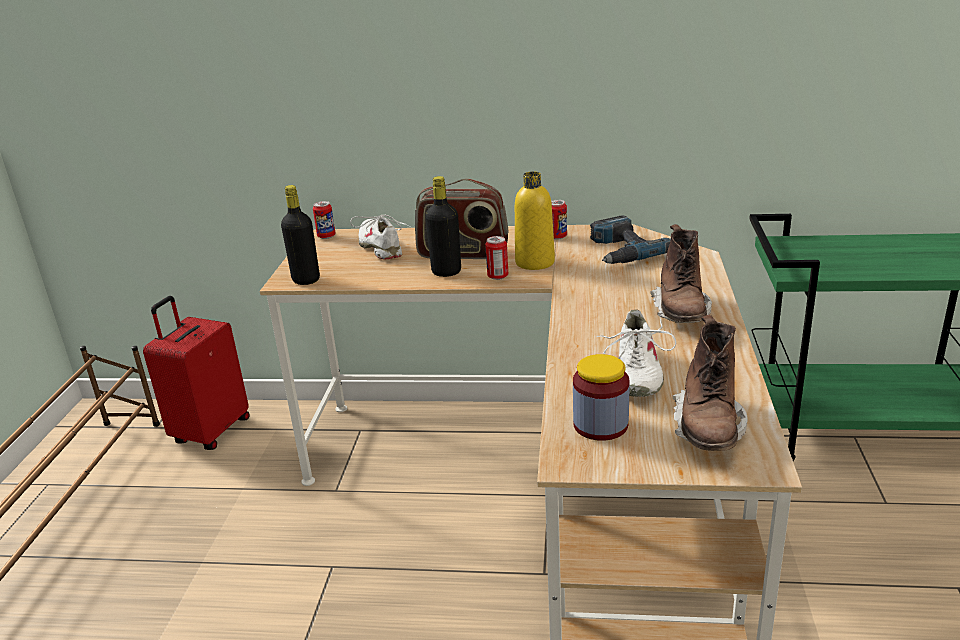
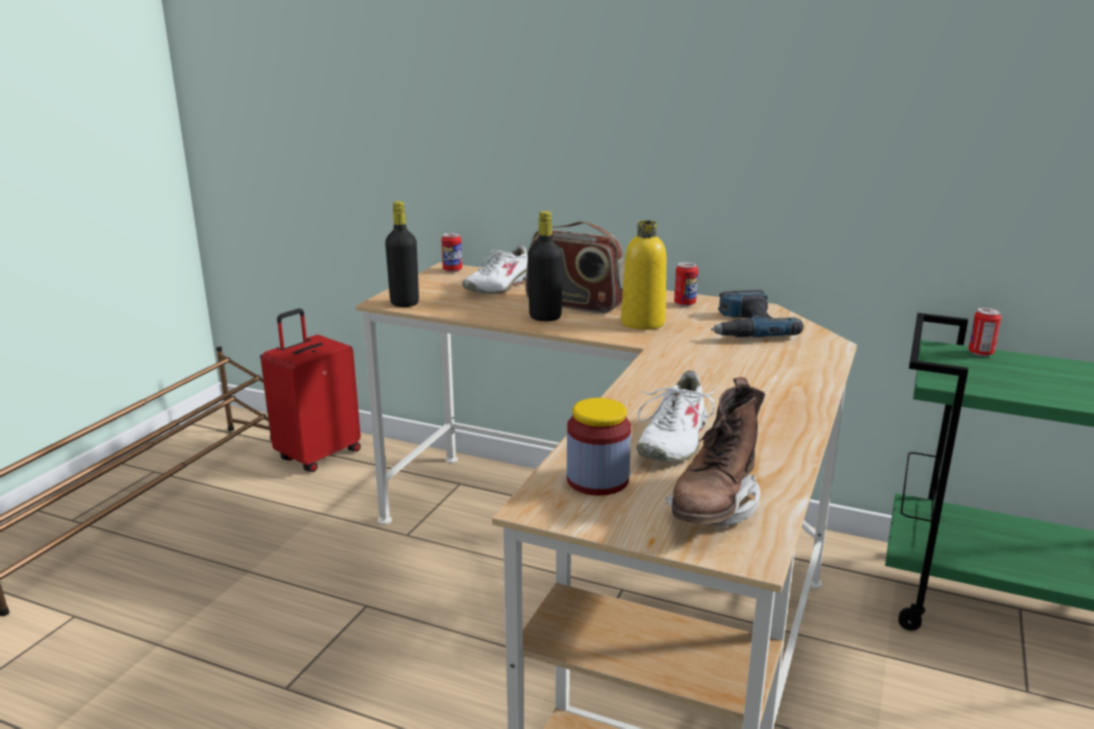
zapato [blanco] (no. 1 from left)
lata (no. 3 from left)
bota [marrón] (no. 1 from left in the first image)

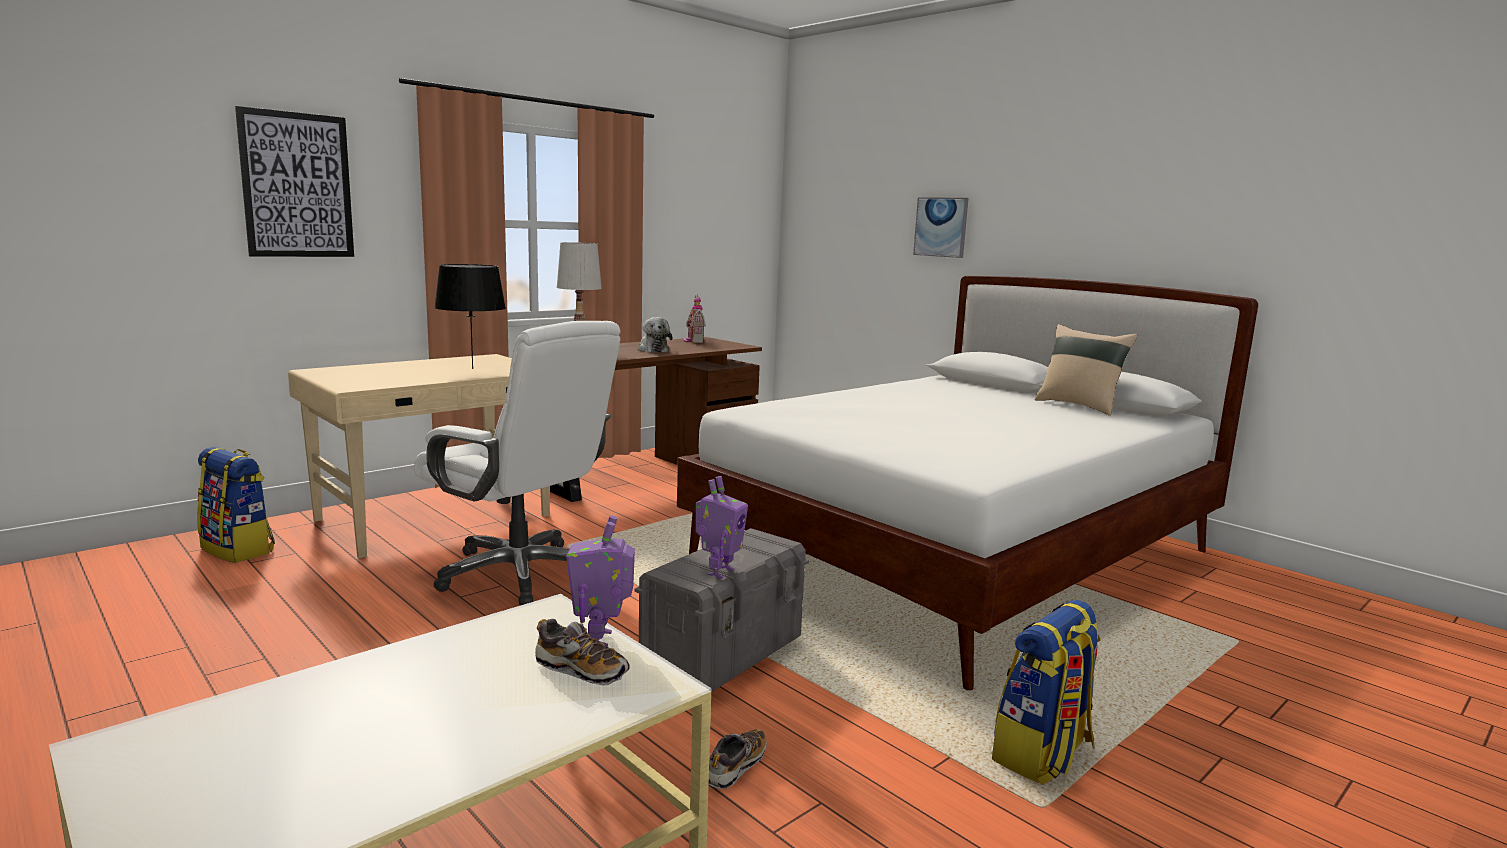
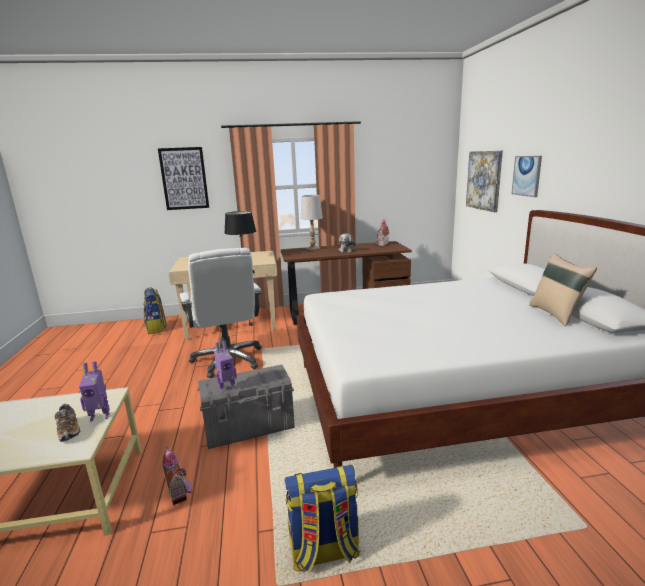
robot de juguete (no. 1 from left)
casita (no. 1 from left)
cuadro (no. 2 from left)

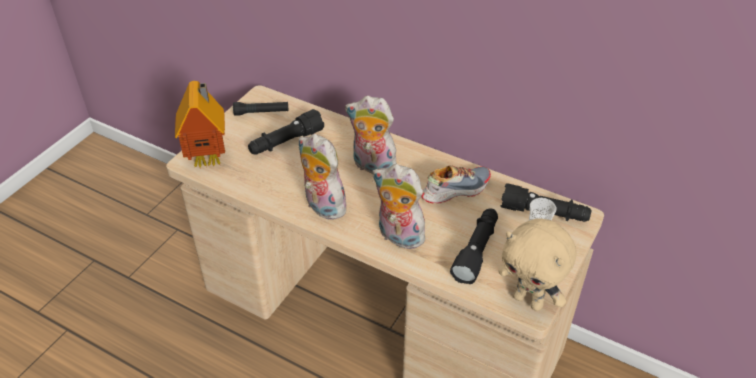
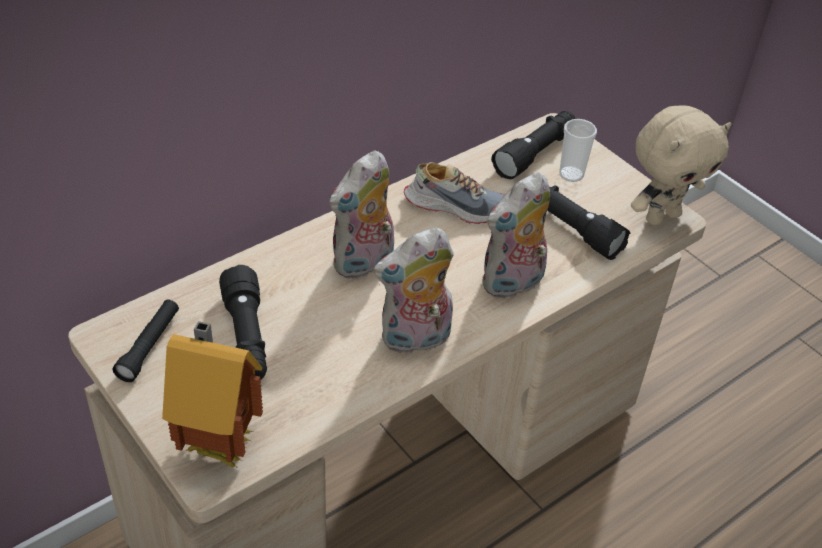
zapato

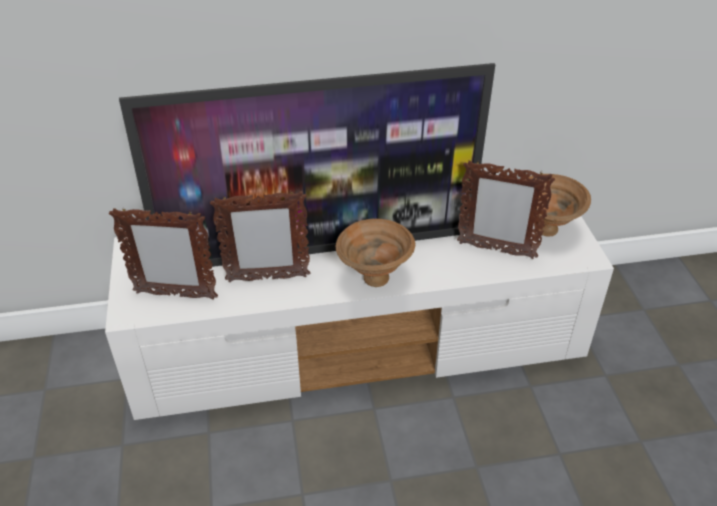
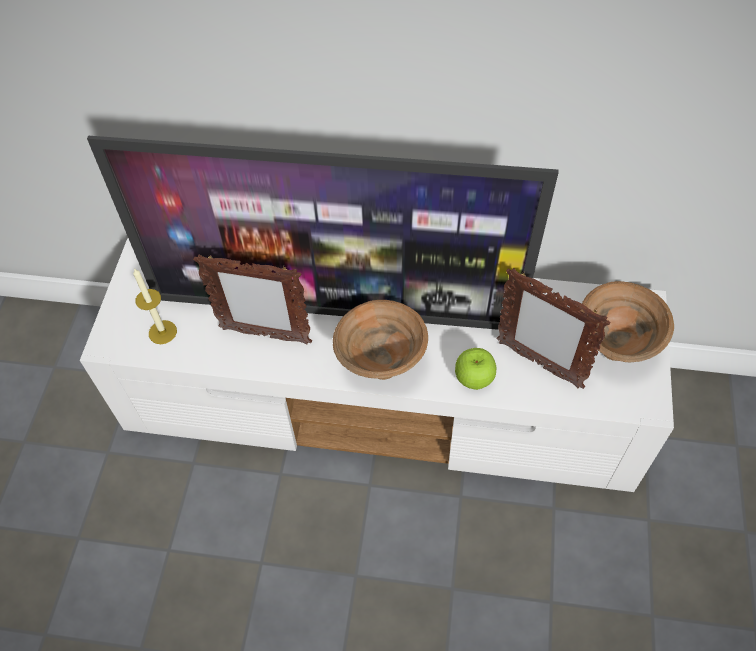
vela
manzana

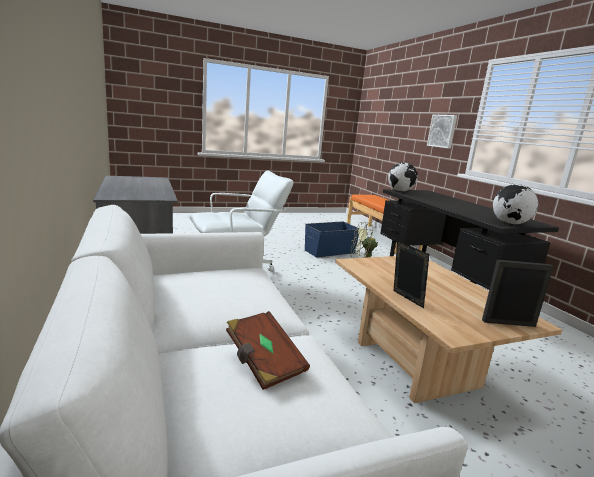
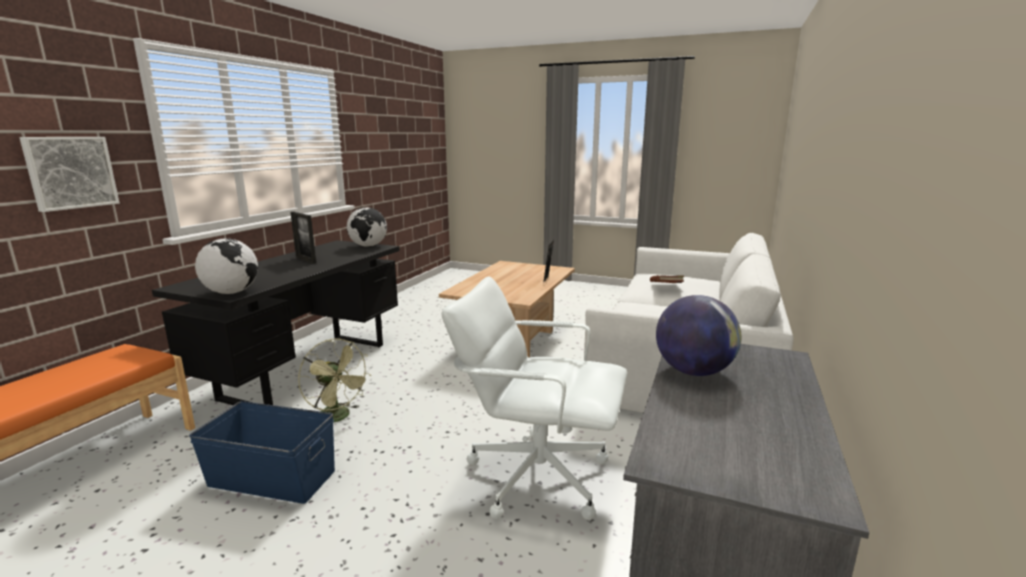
portarretratos (no. 1 from left)
globo terráqueo (no. 3 from left)

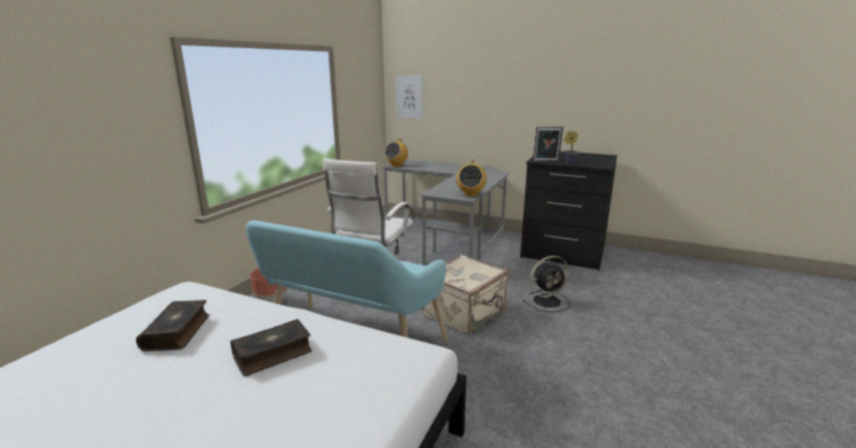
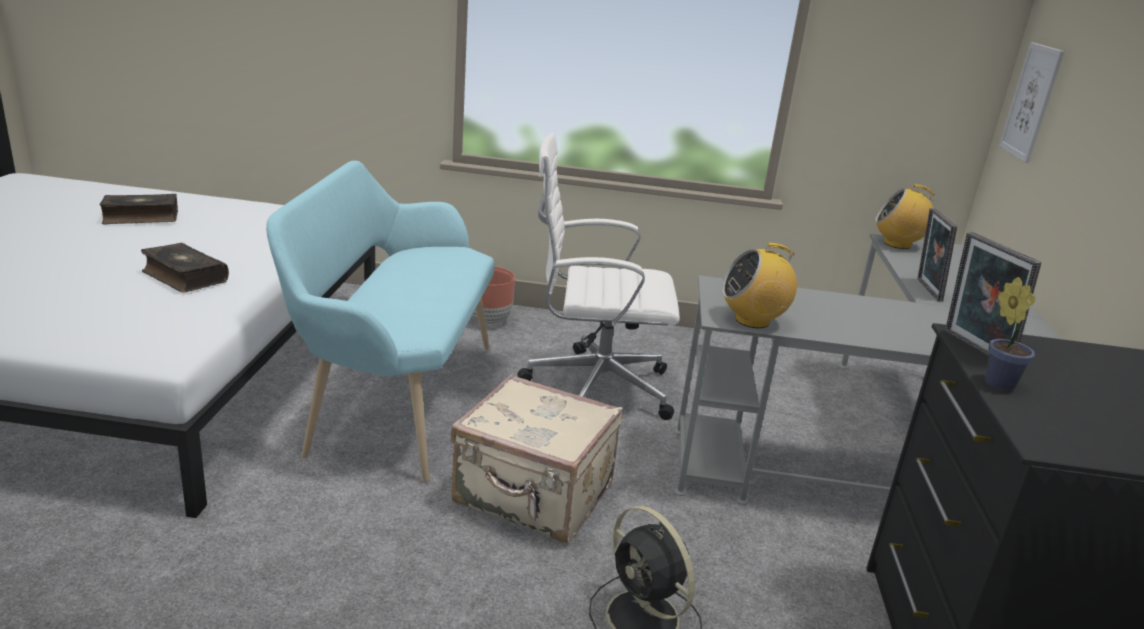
libro (no. 1 from left)
portarretratos (no. 1 from left)

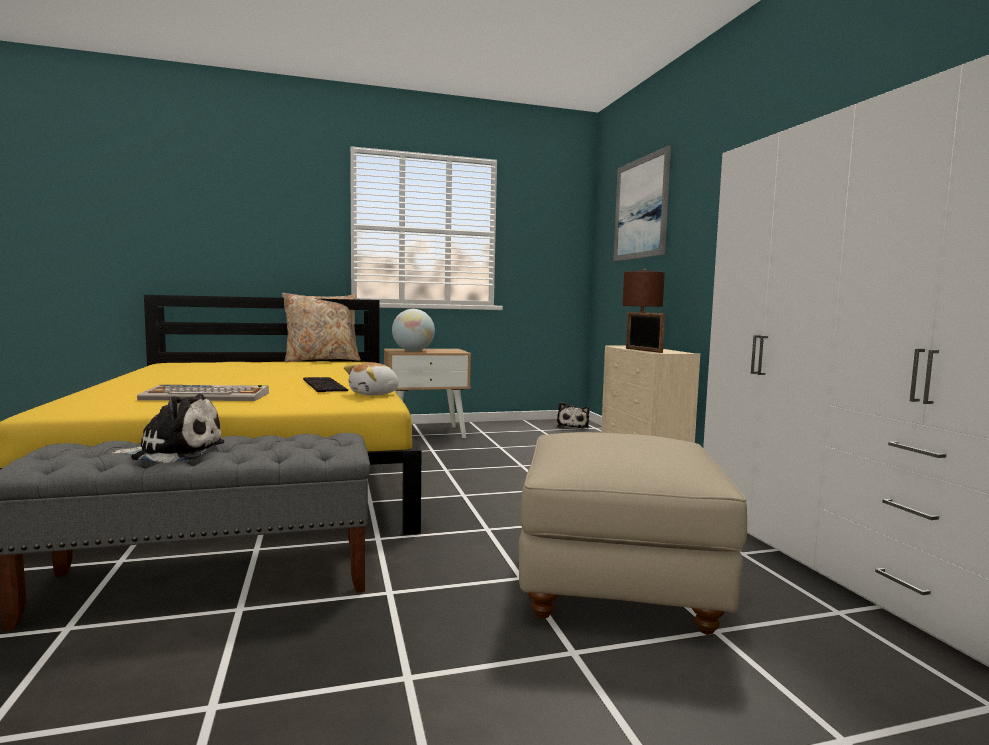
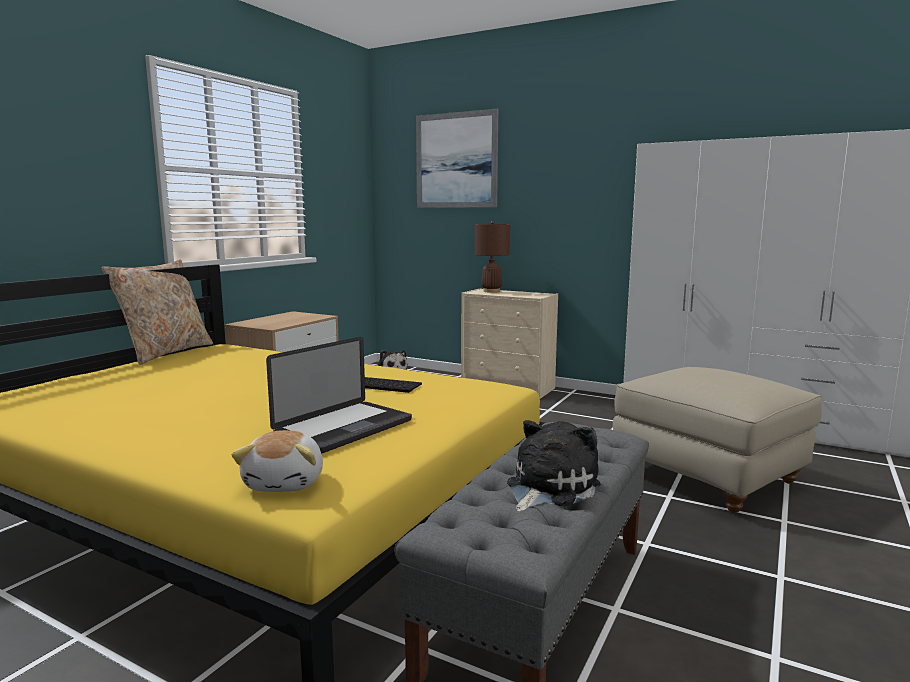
portátil
peluche (no. 1 from left)
globo terráqueo
portarretratos

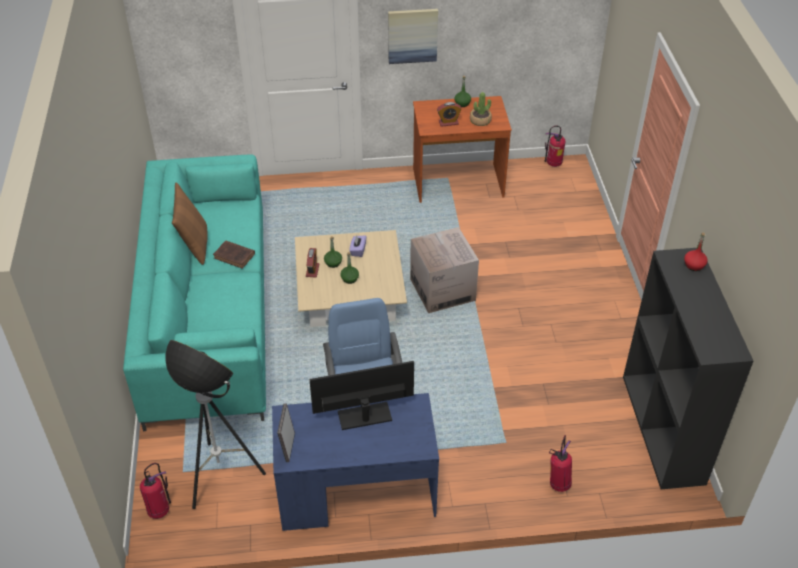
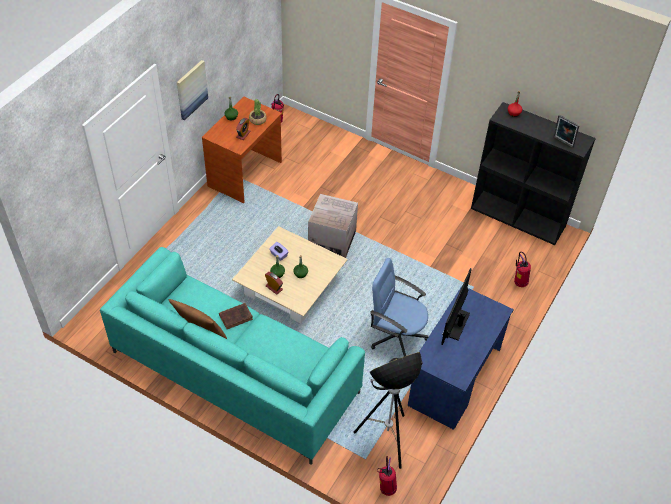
portarretratos

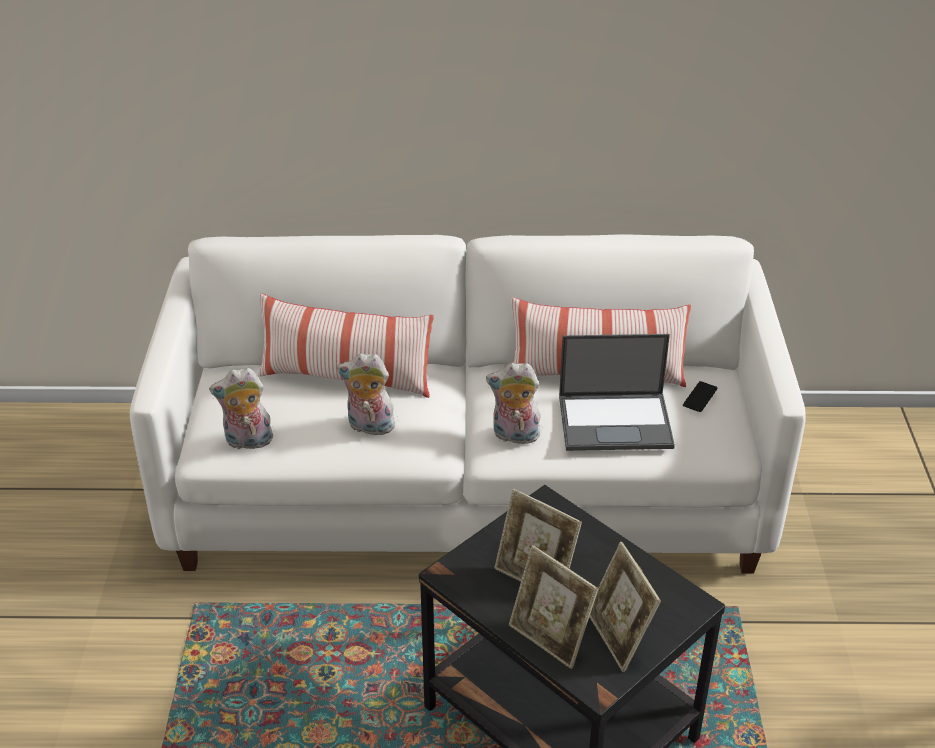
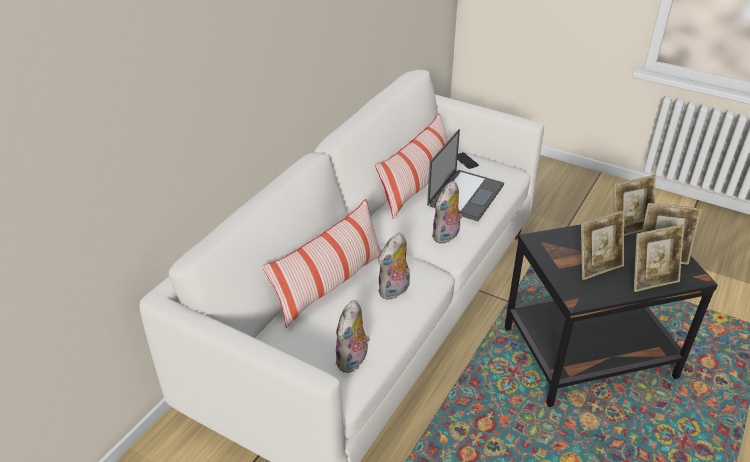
portarretratos (no. 2 from left)

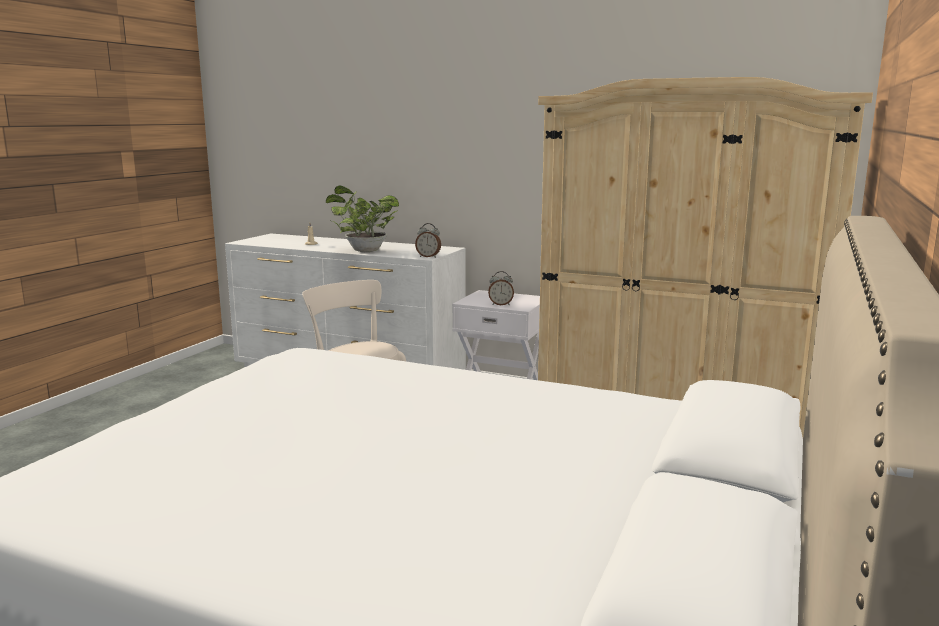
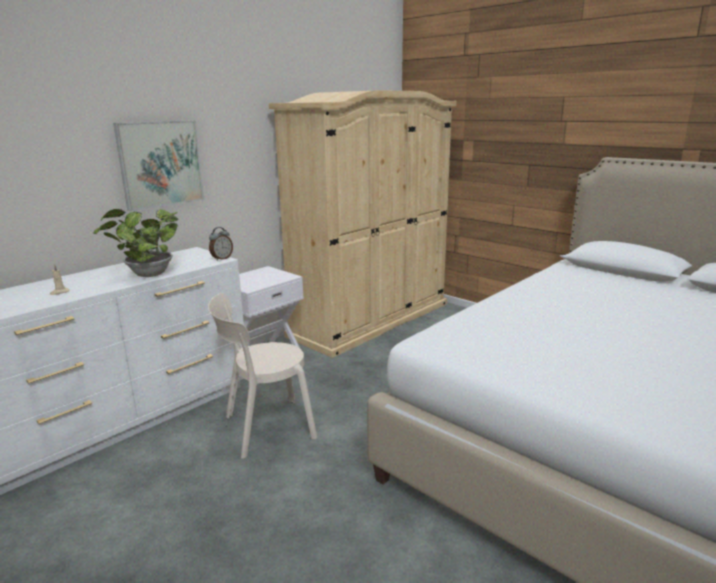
despertador (no. 2 from left in the first image)
cuadro

